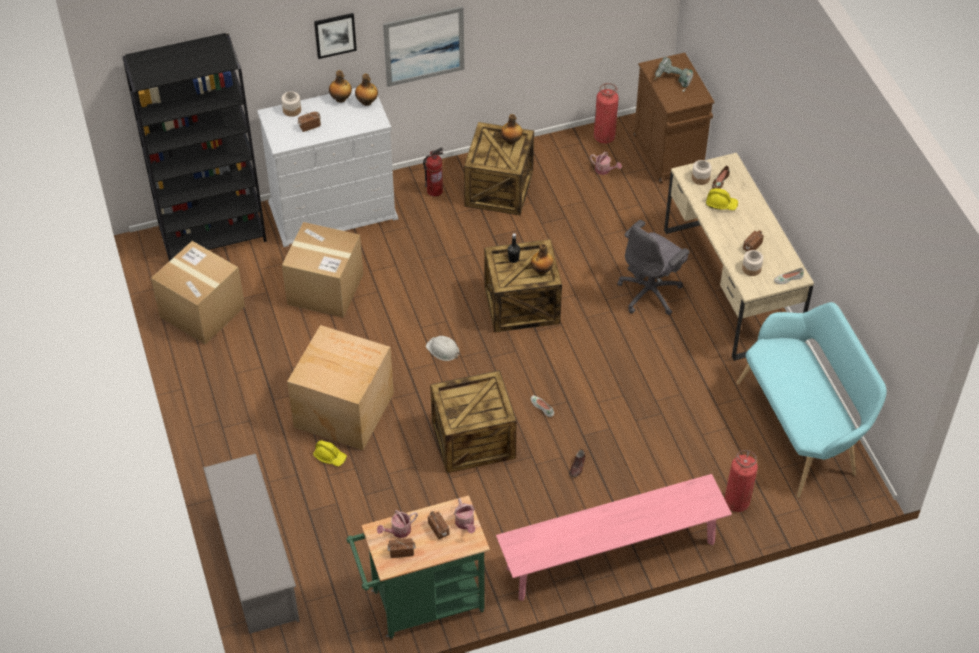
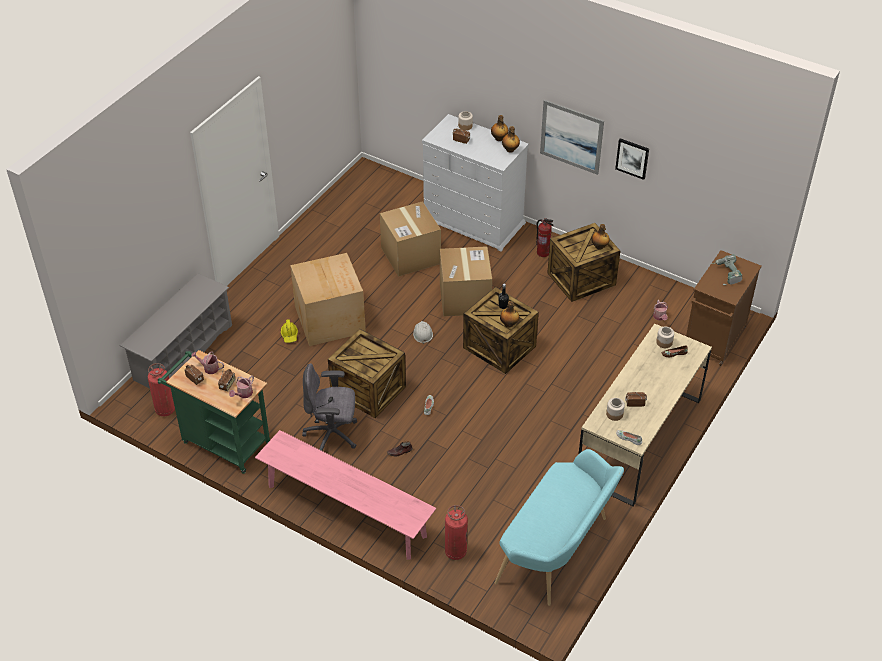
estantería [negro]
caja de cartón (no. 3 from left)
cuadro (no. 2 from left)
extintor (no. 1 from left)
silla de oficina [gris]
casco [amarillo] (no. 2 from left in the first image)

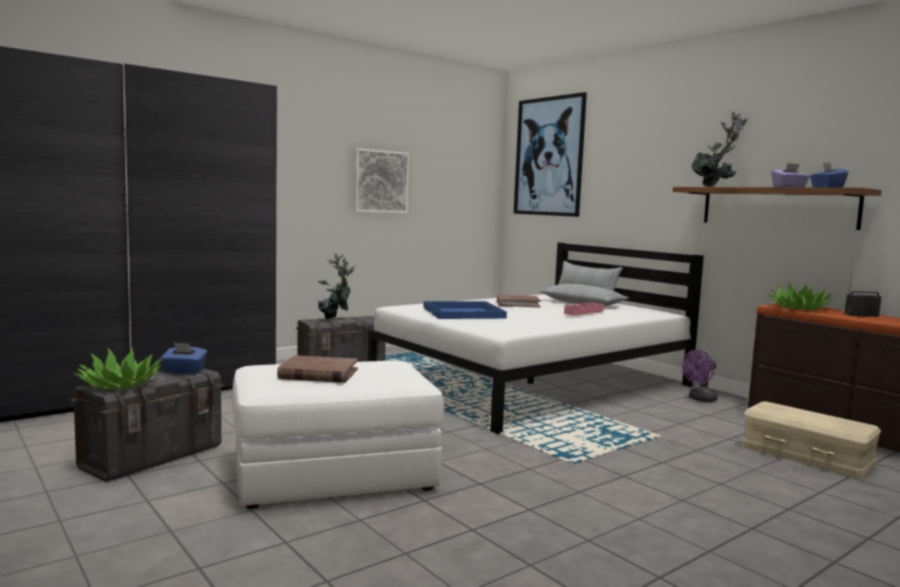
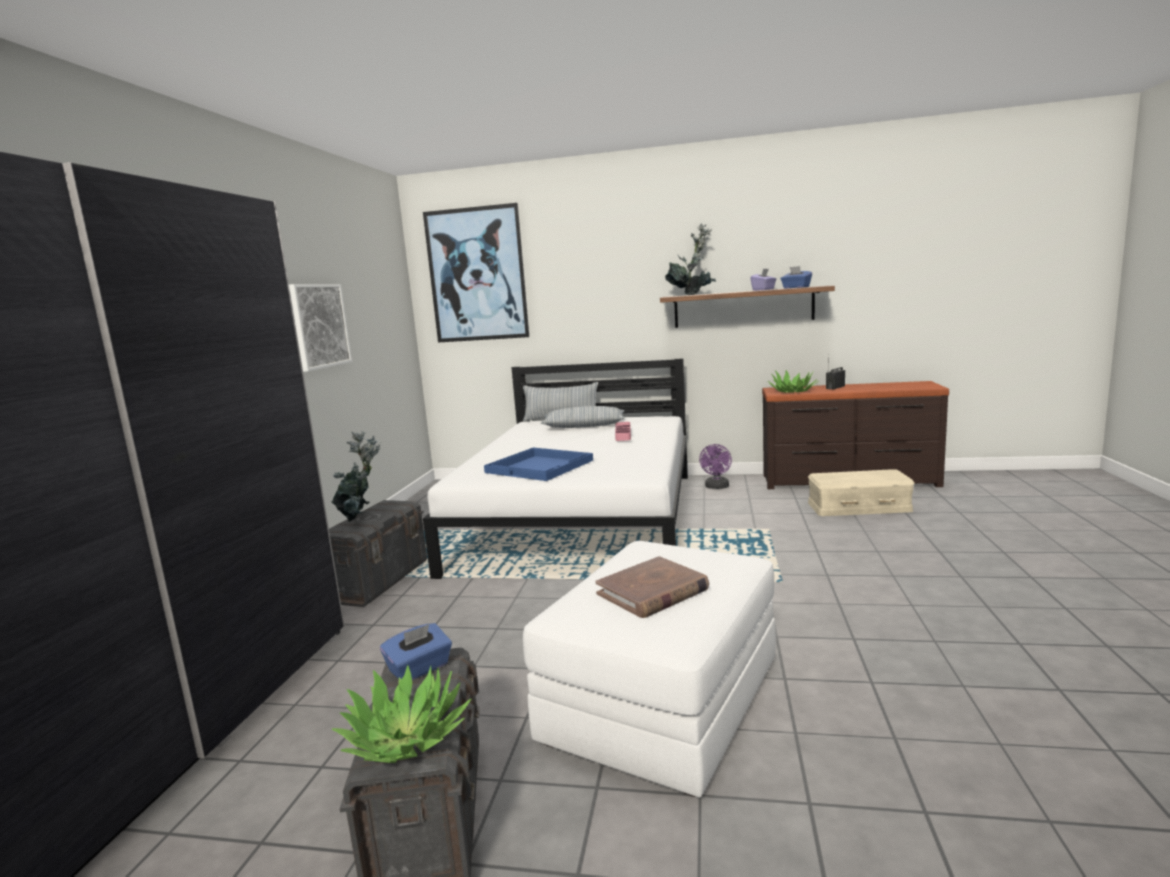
libro [marrón] (no. 2 from left in the first image)

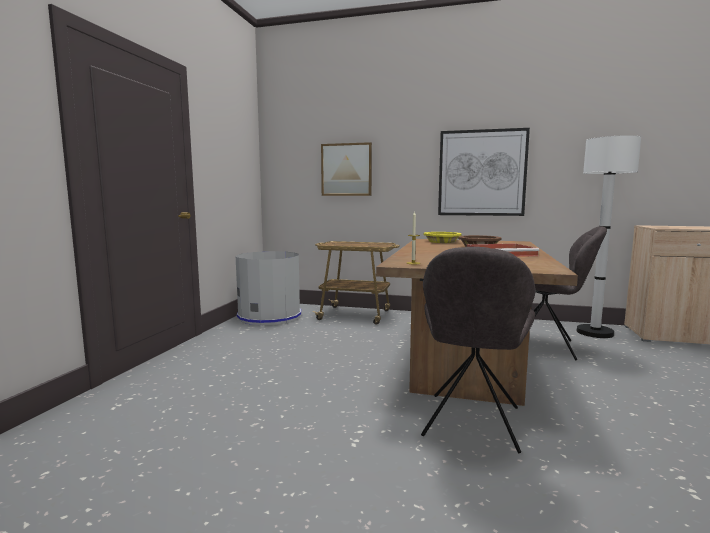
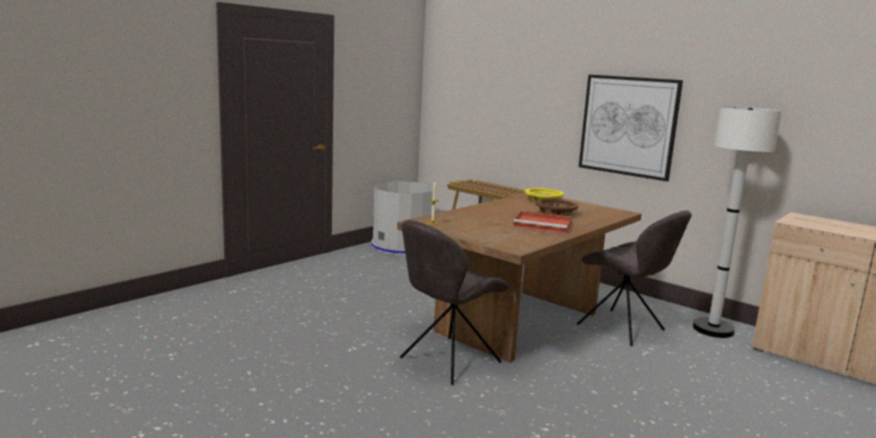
cuadro (no. 1 from left in the first image)

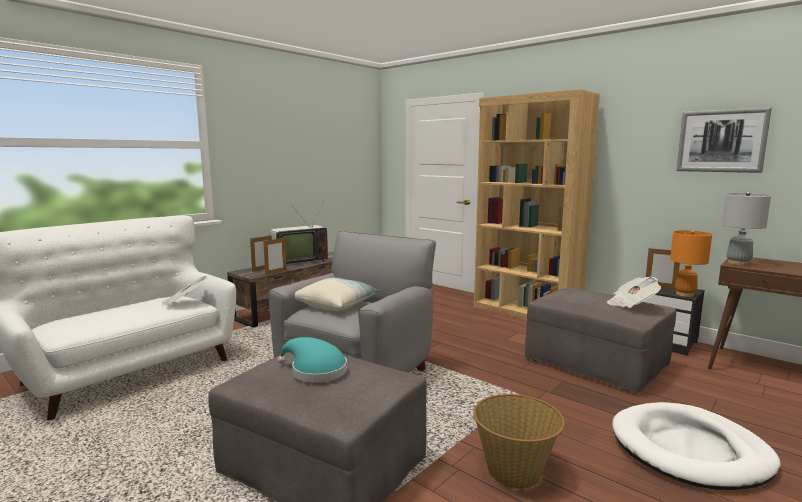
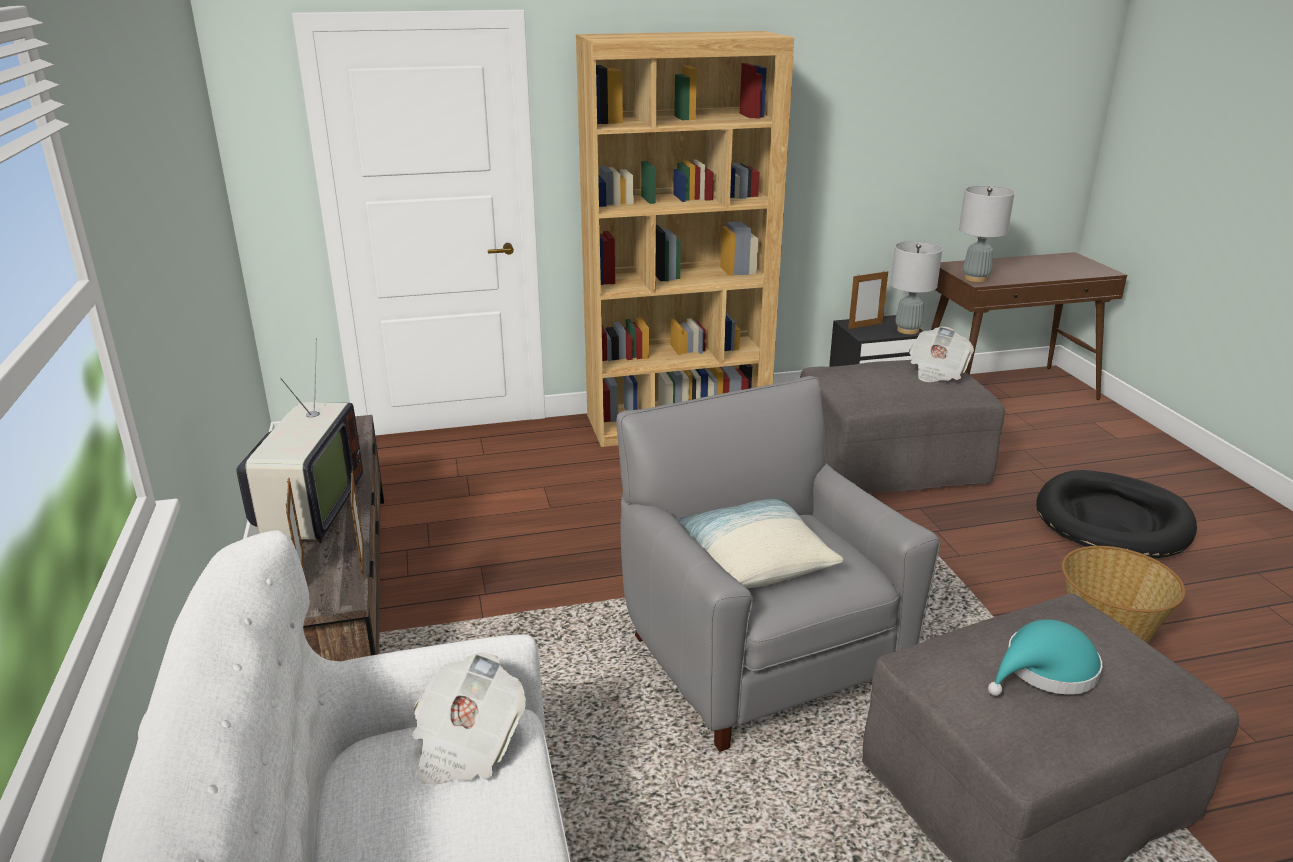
cama para perro [negro]
lámpara de mesa [gris] (no. 1 from left)
cuadro

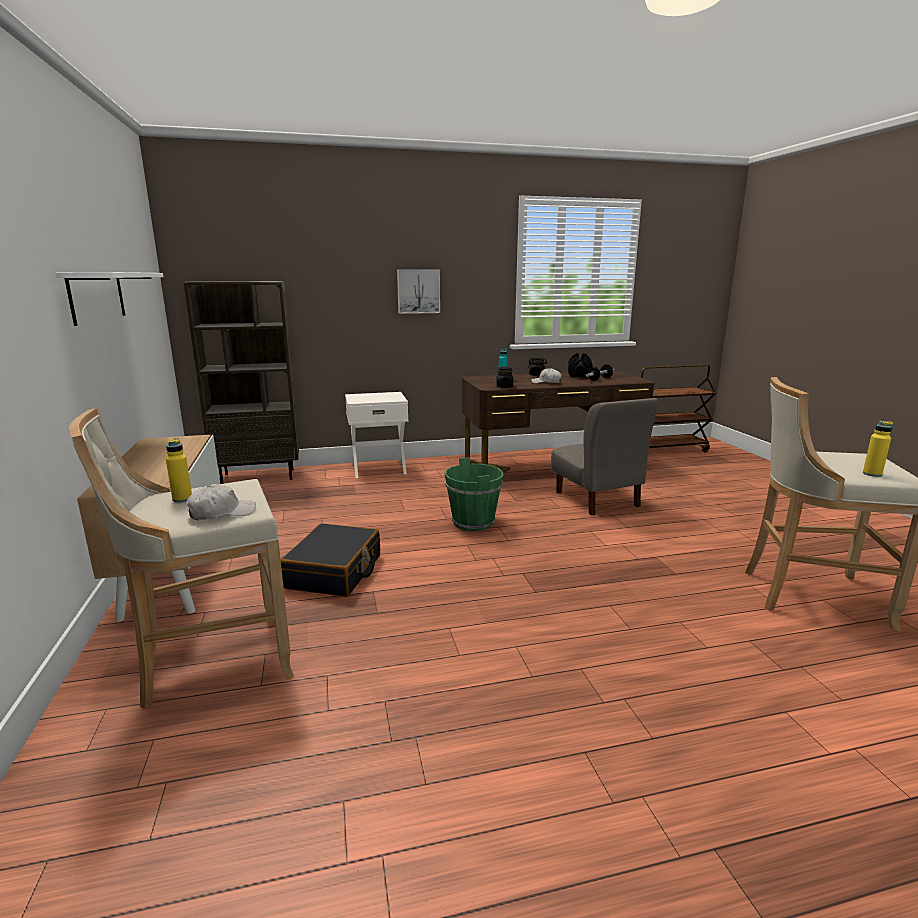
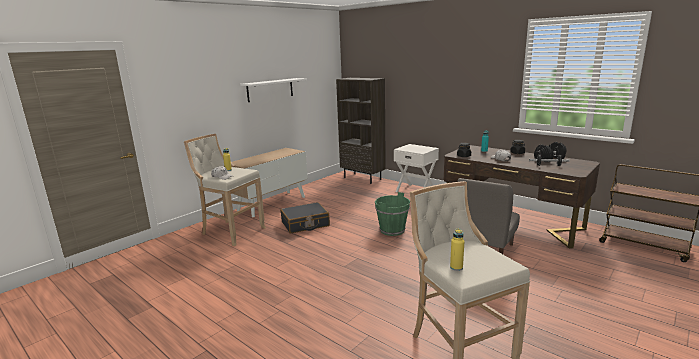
cuadro

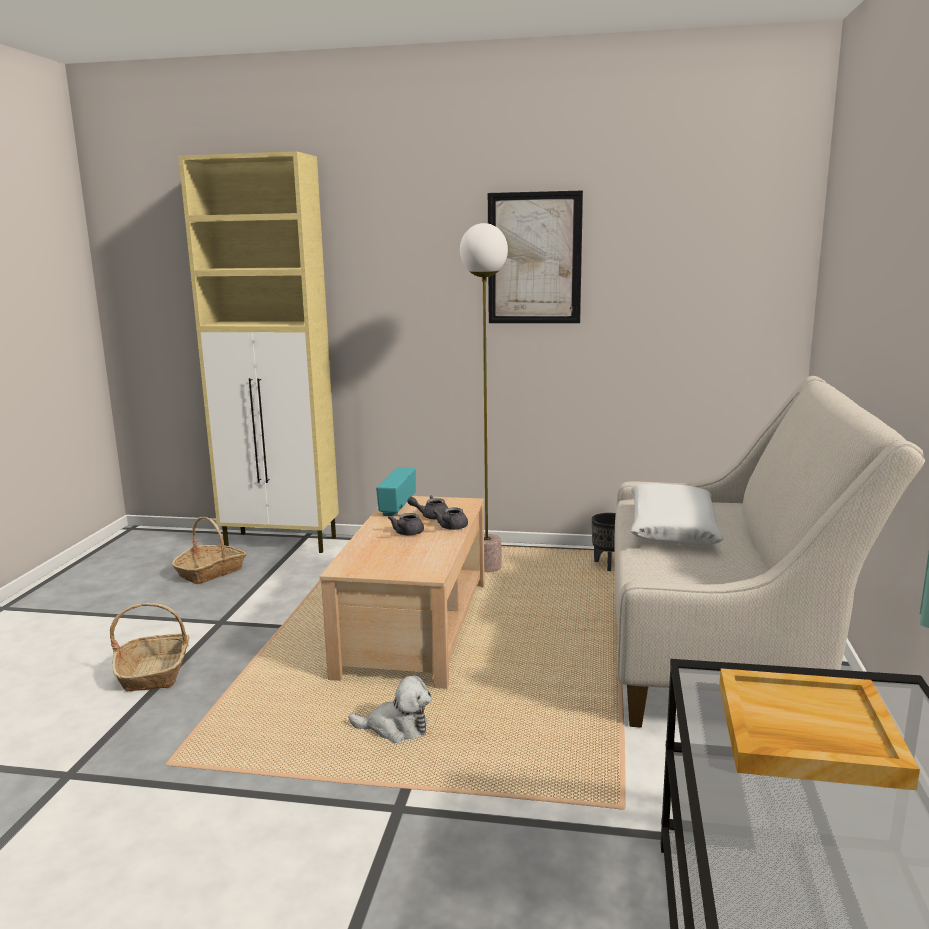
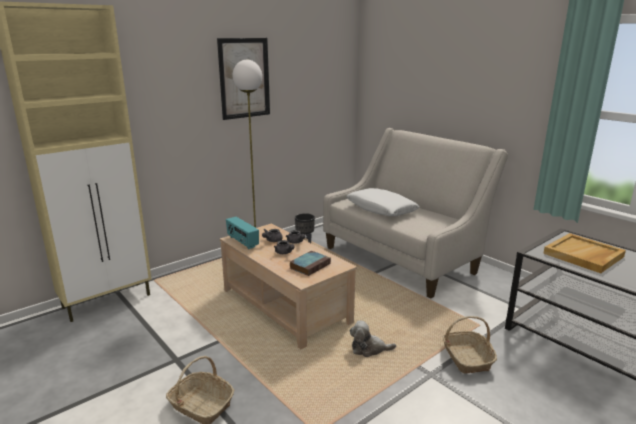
cesta (no. 2 from left)
peluche
libro

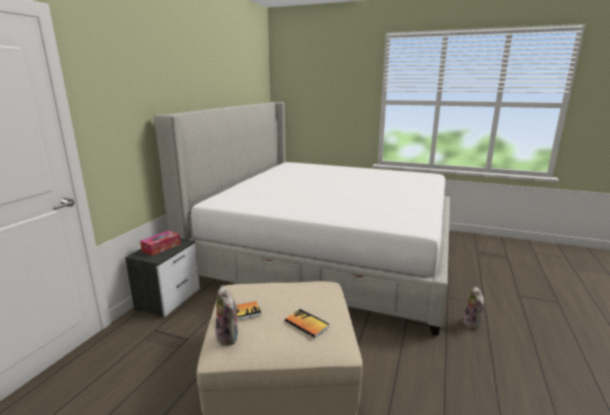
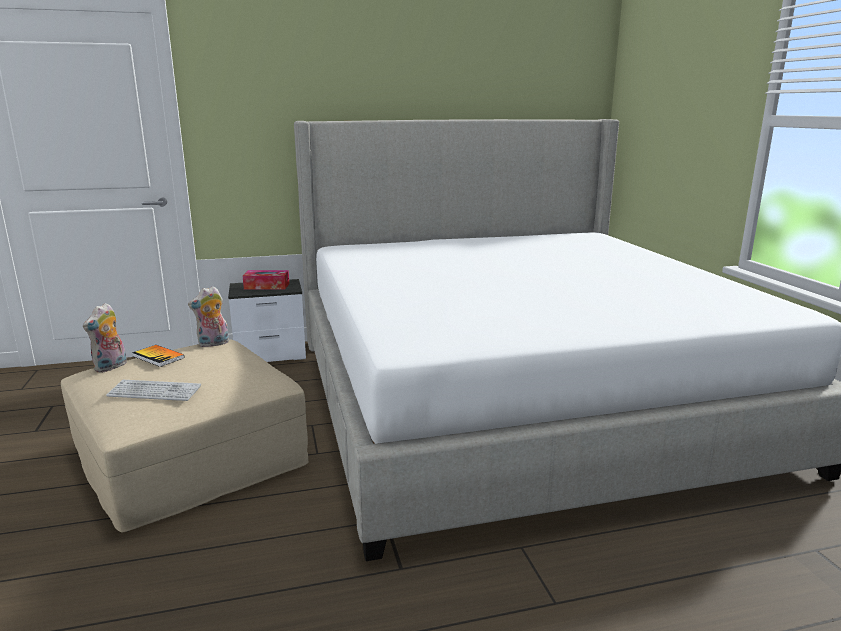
teclado
peluche (no. 2 from left)

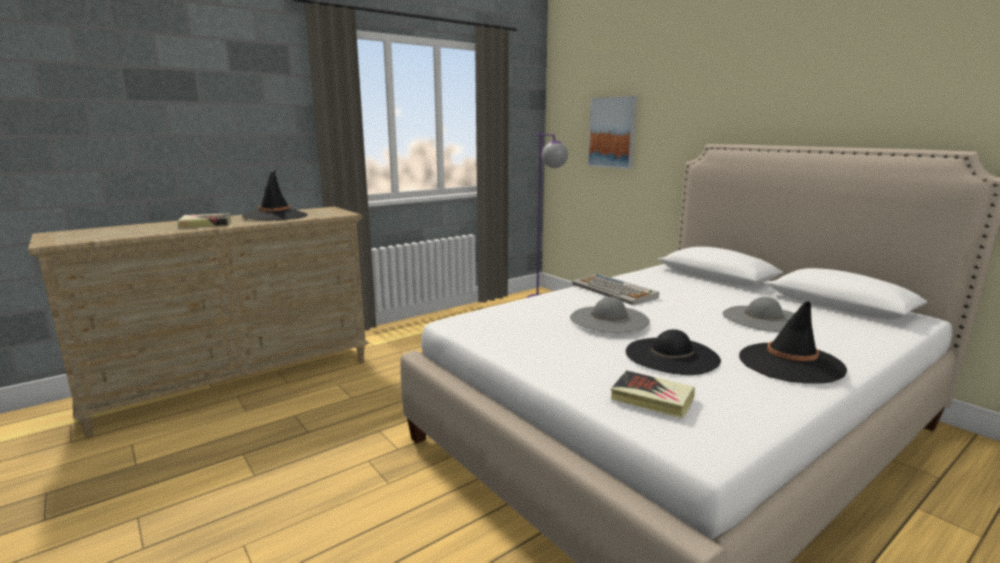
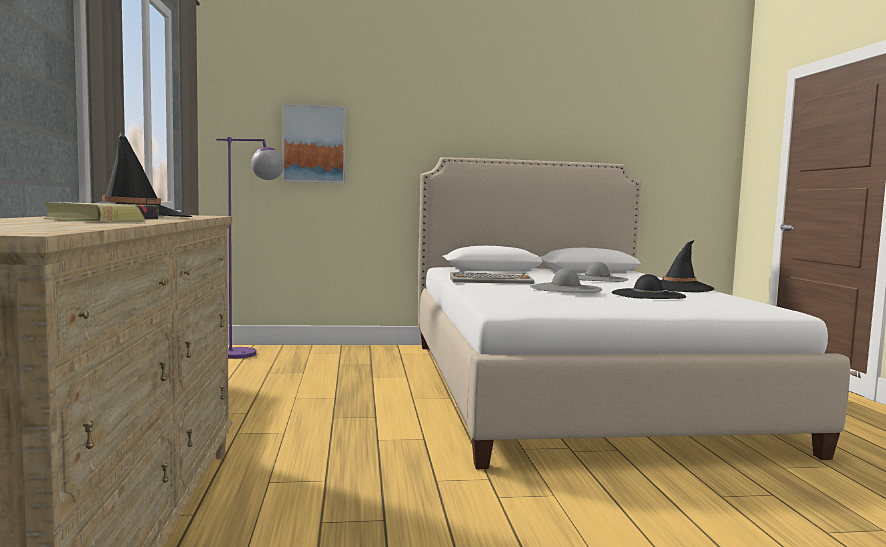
libro (no. 2 from left in the first image)

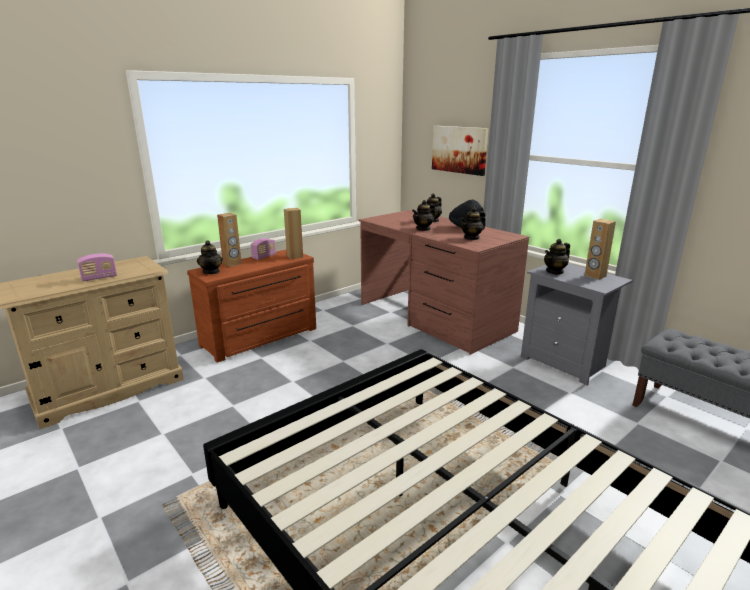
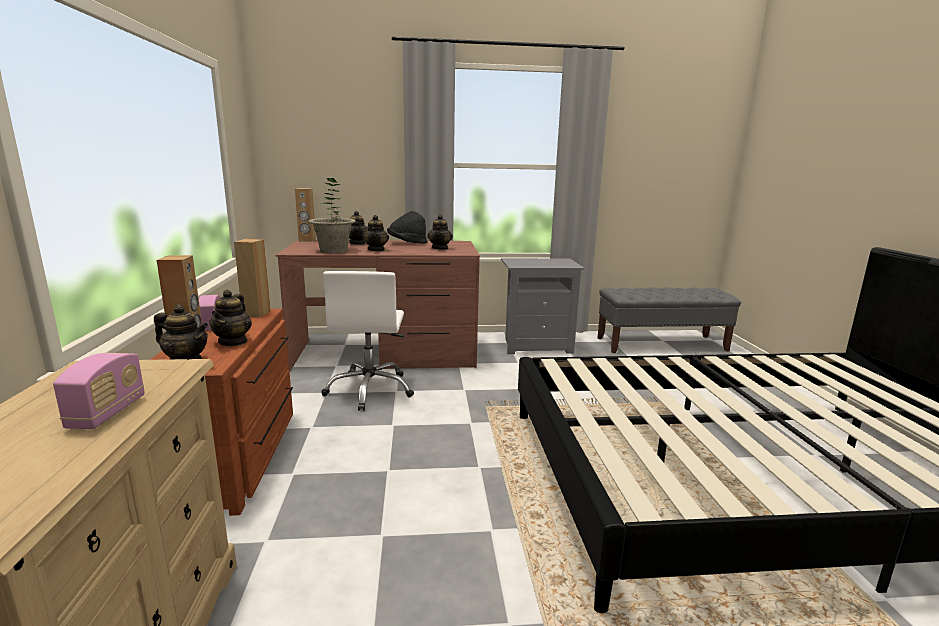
cuadro
tetera (no. 2 from left)
altavoz [marrón] (no. 3 from left)
planta en maceta
silla de oficina [blanco]

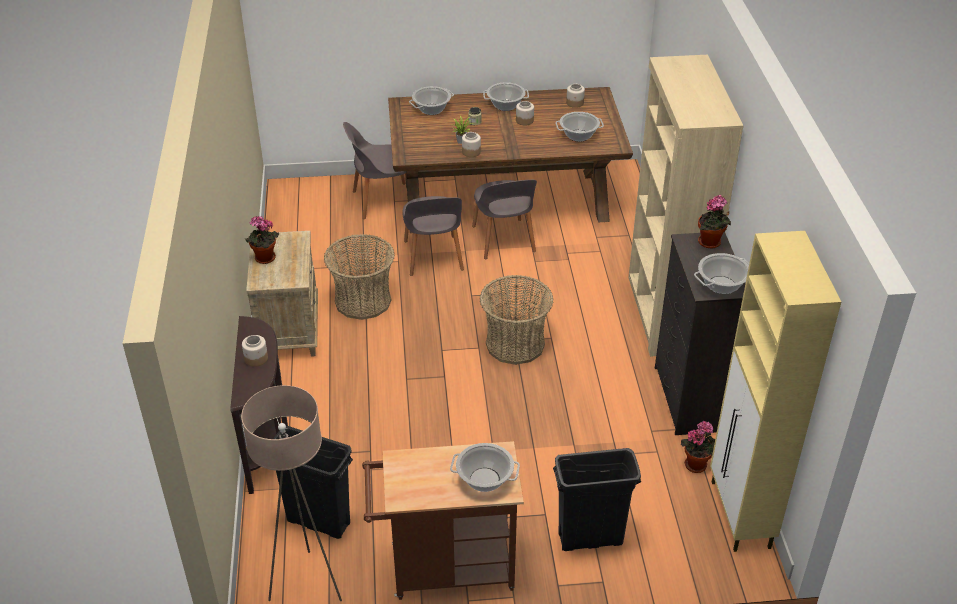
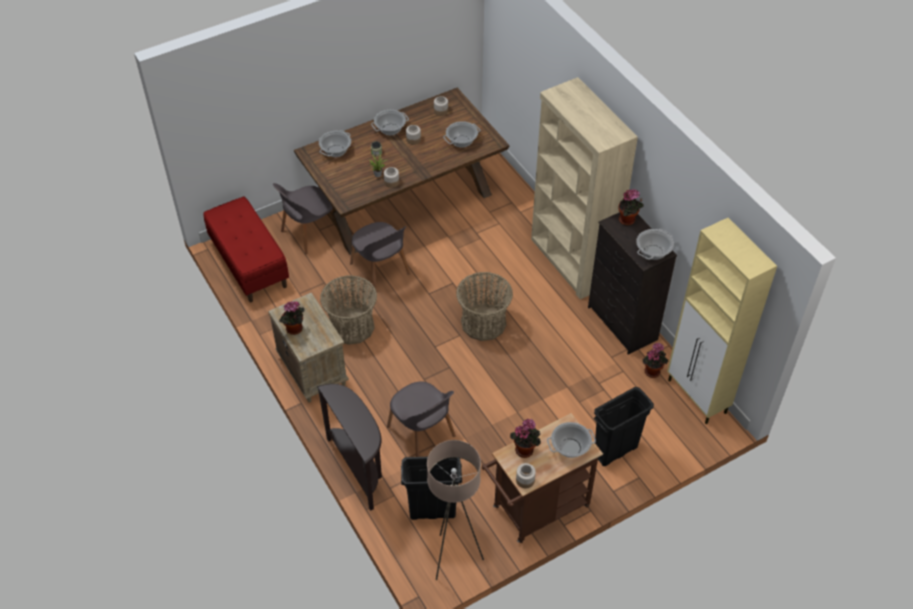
tarro (no. 5 from left)
silla [gris] (no. 3 from left)
banco [rojo]
planta en maceta (no. 3 from left)

